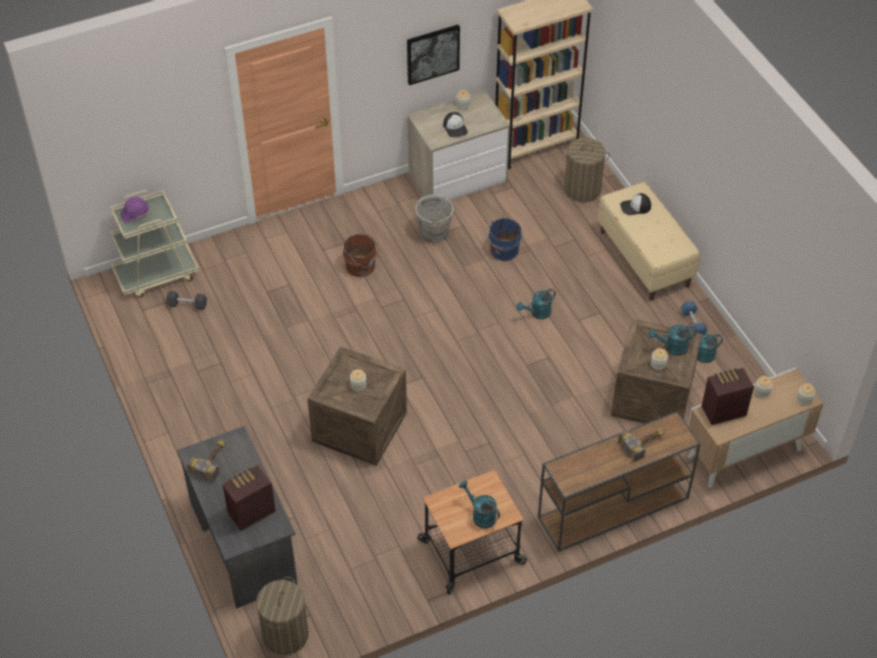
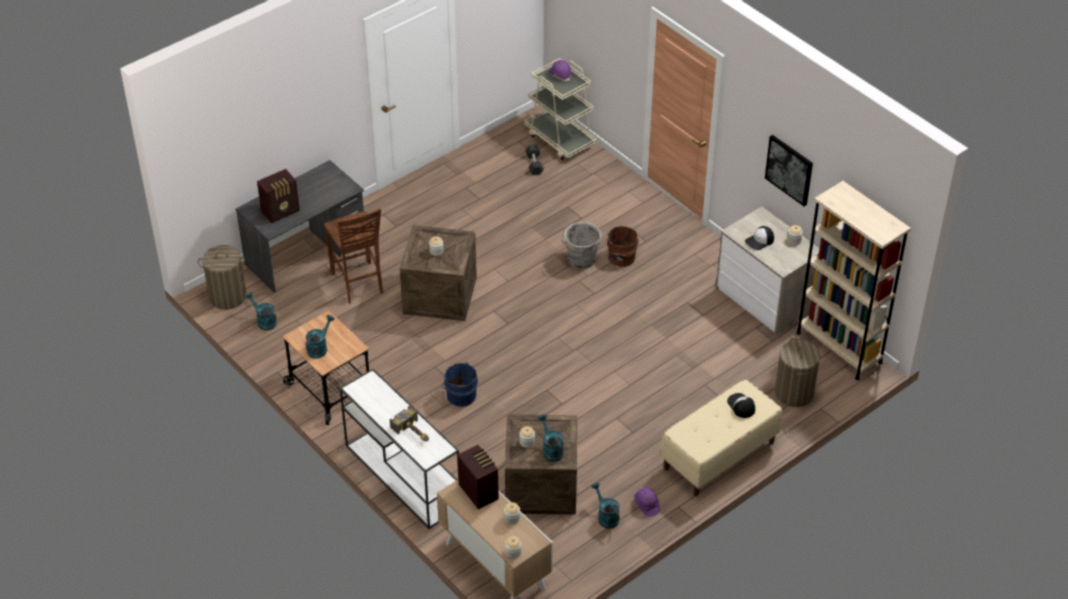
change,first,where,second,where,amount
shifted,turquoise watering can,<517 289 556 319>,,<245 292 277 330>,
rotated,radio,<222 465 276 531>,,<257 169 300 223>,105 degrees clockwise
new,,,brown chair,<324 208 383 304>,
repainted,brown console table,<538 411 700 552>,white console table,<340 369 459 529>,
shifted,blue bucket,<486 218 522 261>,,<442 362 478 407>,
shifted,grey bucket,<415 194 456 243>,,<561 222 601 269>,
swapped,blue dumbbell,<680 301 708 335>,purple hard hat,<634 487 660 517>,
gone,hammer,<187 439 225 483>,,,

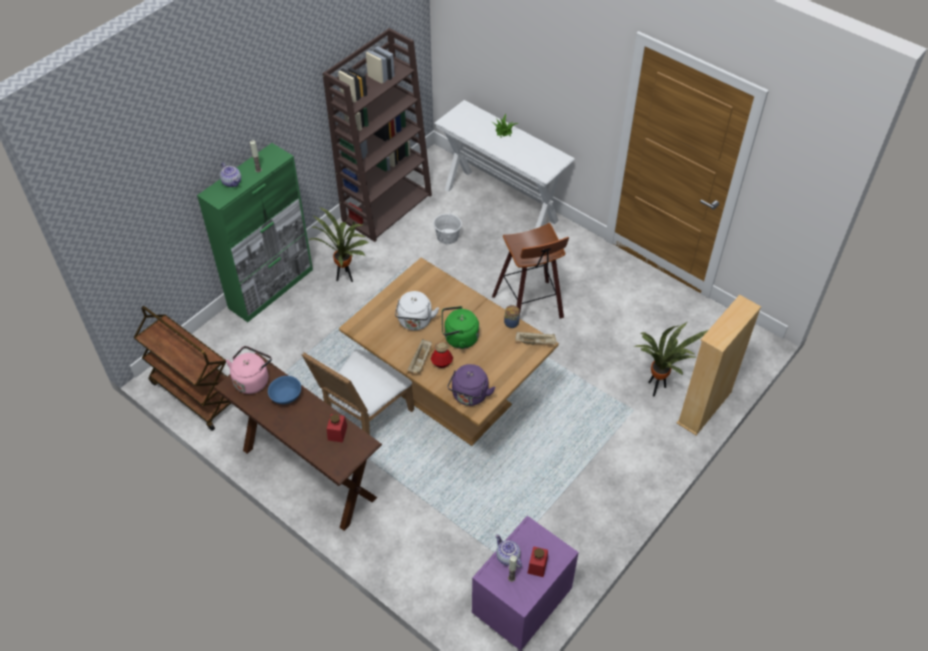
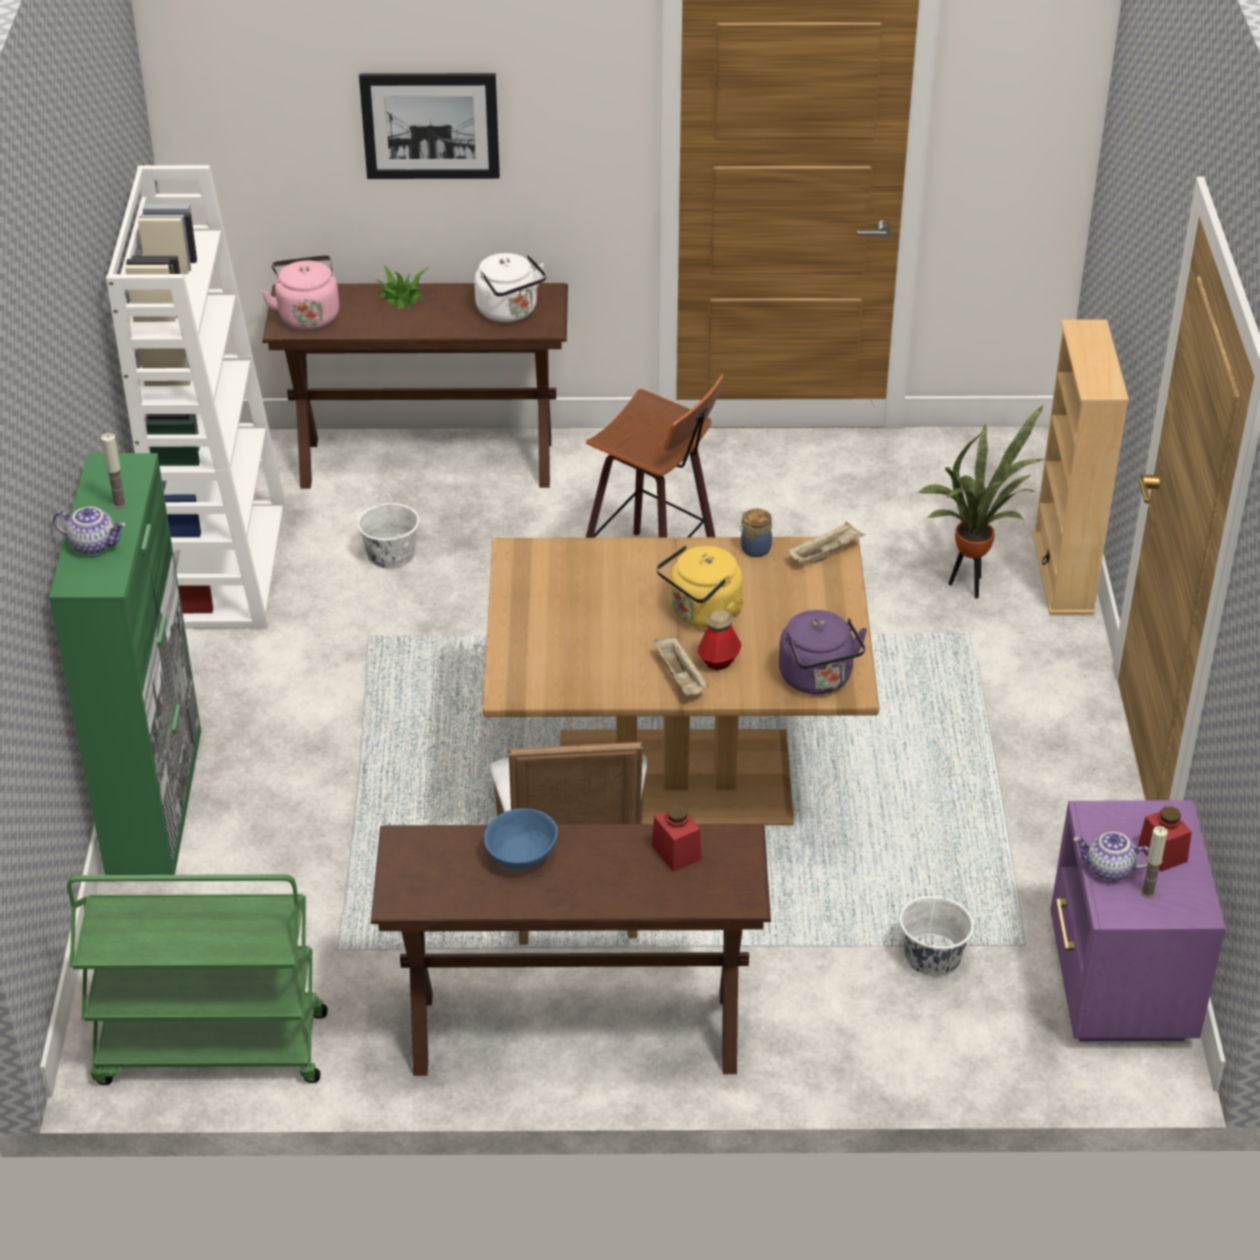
change,first,where,second,where,amount
repainted,brown cart,<134 306 231 431>,green cart,<67 874 328 1085>,
repainted,brown bookcase,<323 28 432 242>,white bookcase,<106 165 287 629>,
shifted,pink kettle,<226 346 272 394>,,<261 255 339 330>,
repainted,white console table,<434 100 575 229>,brown console table,<262 283 568 489>,
new,,,picture,<359 73 500 179>,
shifted,white kettle,<395 291 439 330>,,<475 253 547 322>,
repainted,green kettle,<442 306 479 349>,yellow kettle,<656 545 744 628>,
new,,,white bucket,<899 887 974 976>,
gone,potted plant,<309 207 368 282>,,,

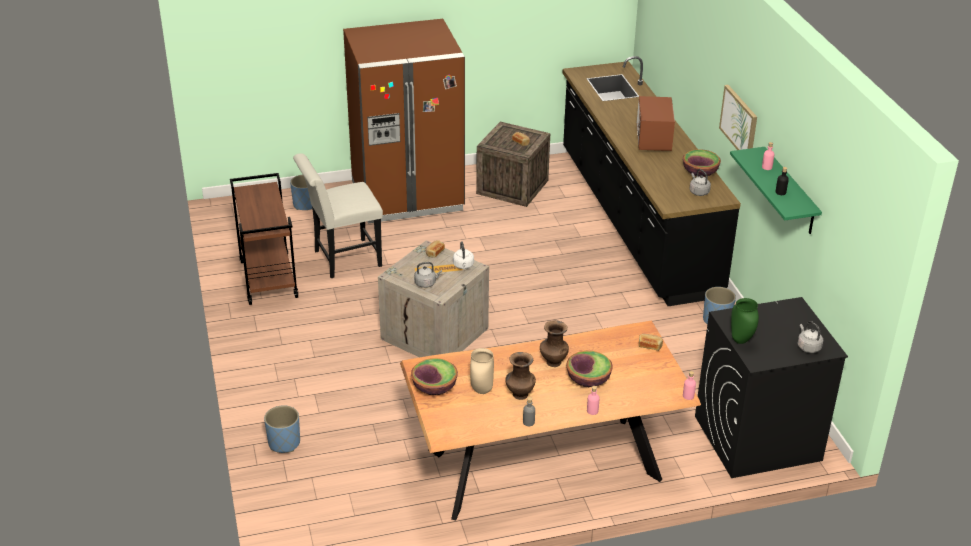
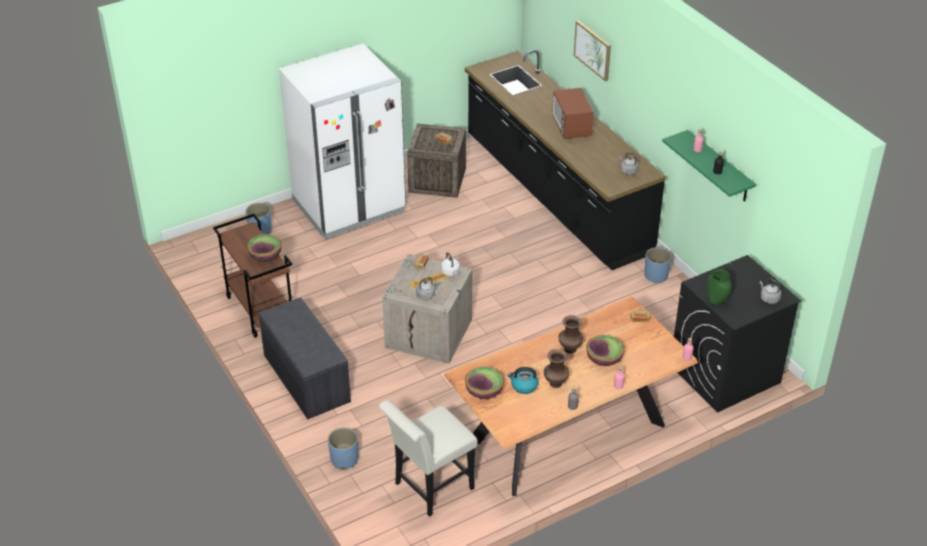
change,first,where,second,where,amount
shifted,bowl,<683 149 721 177>,,<247 234 282 262>,
new,,,grey bench,<259 297 351 419>,
repainted,brown fridge,<343 19 465 223>,white fridge,<279 44 406 239>,
shifted,white chair,<293 153 383 278>,,<379 400 478 517>,
swapped,beige vase,<470 348 494 394>,kettle,<507 367 539 394>,
shifted,picture,<719 85 757 150>,,<574 20 611 82>,

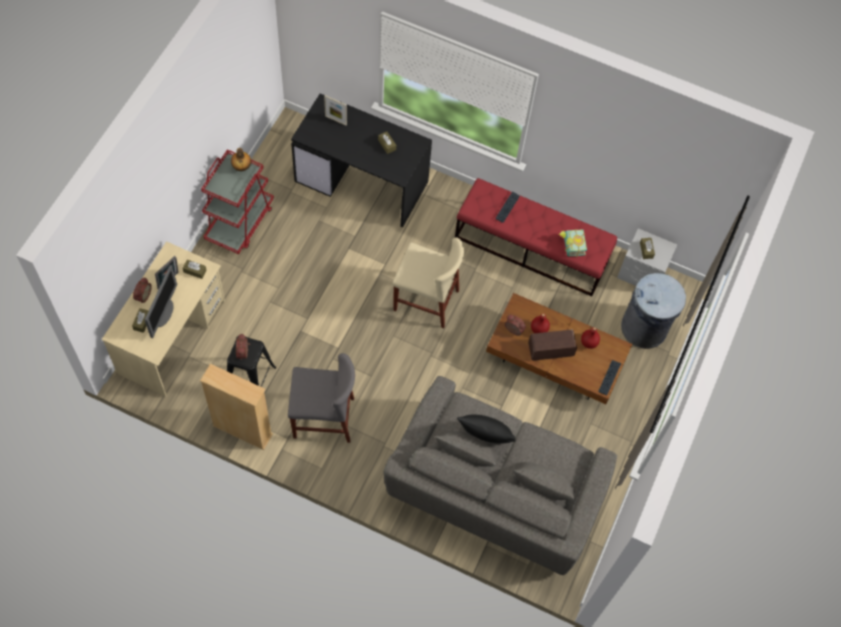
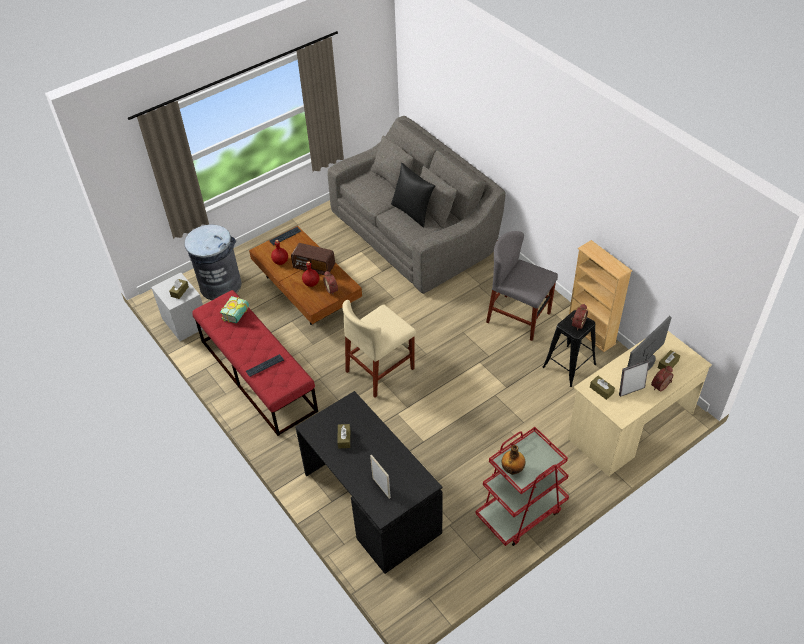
change,first,where,second,where,amount
rotated,beige chair,<392 237 464 328>,,<342 300 416 398>,90 degrees counterclockwise

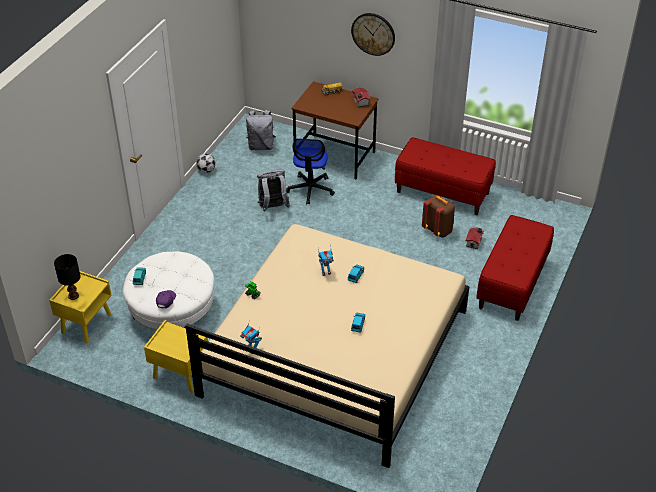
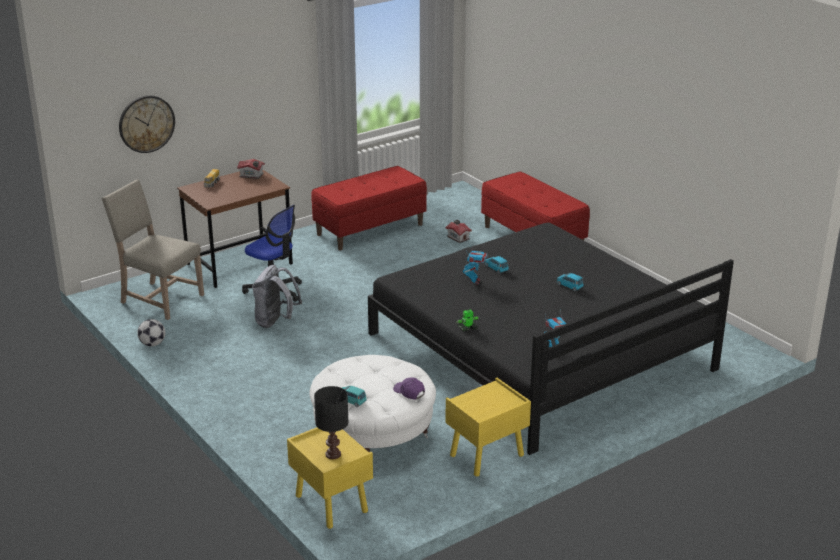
change,first,where,second,where,amount
swapped,grey backpack,<246 110 276 150>,beige chair,<102 179 204 320>,
shifted,wall clock,<351 13 395 56>,,<119 95 175 153>,
repainted,beige bed,<185 224 470 468>,black bed,<368 223 734 455>,
gone,brown backpack,<422 195 455 238>,,,

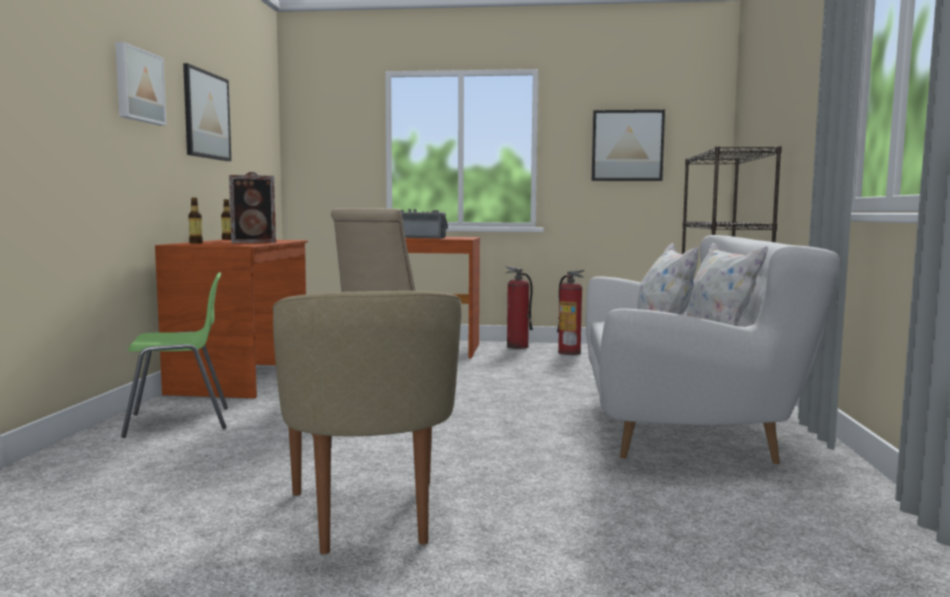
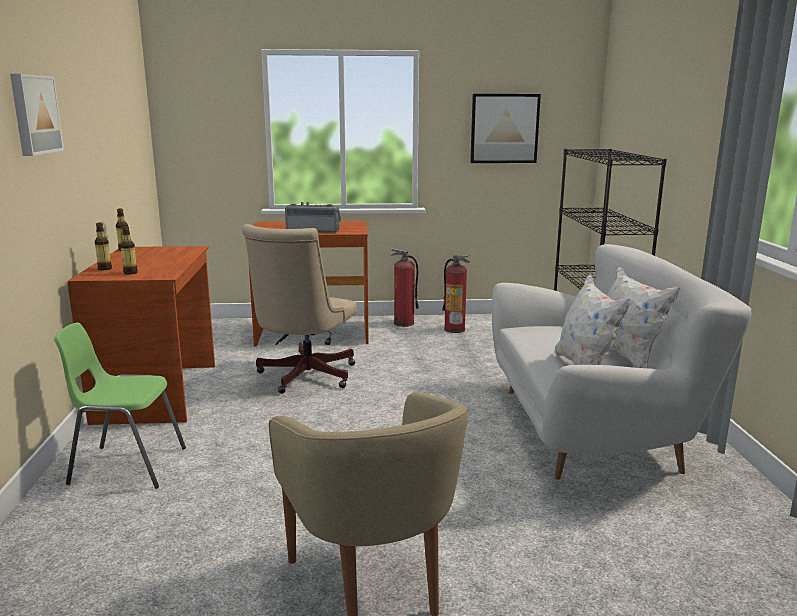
change,first,where,second,where,amount
rotated,green chair,<121 272 228 438>,,<54 322 186 489>,150 degrees counterclockwise
new,,,bottle,<121 226 138 275>,
gone,picture,<183 63 231 161>,,,
gone,speaker,<229 172 276 243>,,,

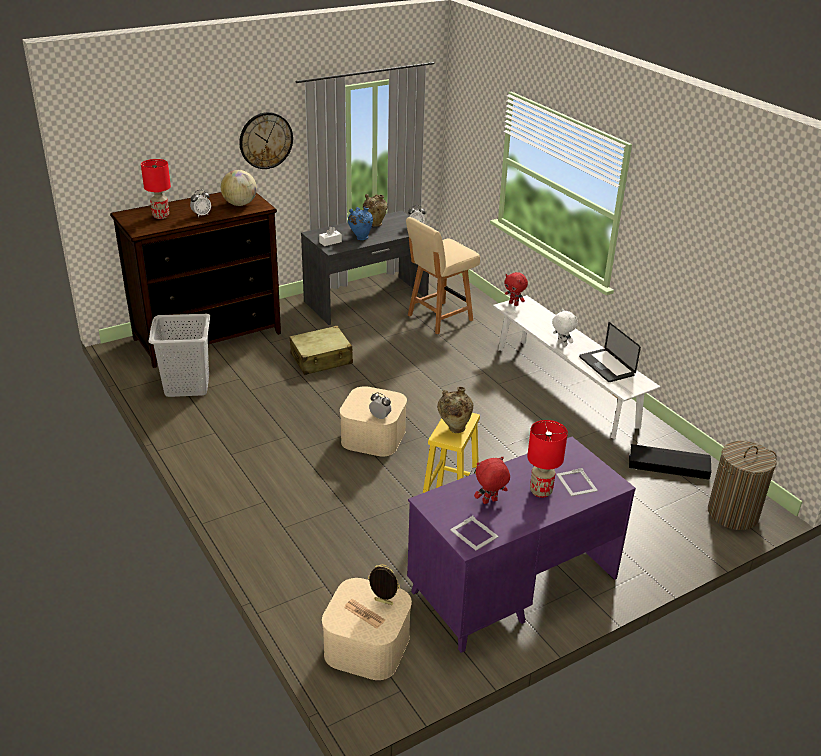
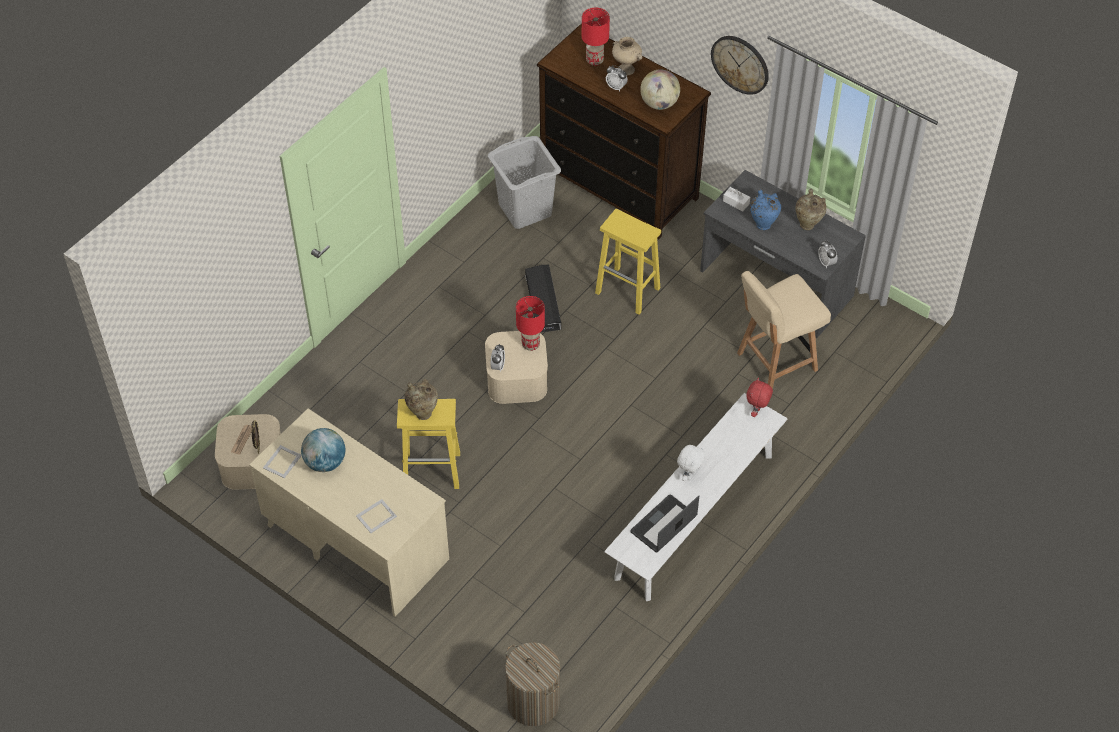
change,first,where,second,where,amount
repainted,purple desk,<407 437 636 653>,beige desk,<249 408 449 617>,
swapped,red plush toy,<474 456 510 504>,globe,<301 428 345 472>,
shifted,red table lamp,<527 420 568 498>,,<516 296 545 351>,
shifted,black storage box,<629 444 711 480>,,<525 265 561 332>,
swapped,beige suitcase,<289 326 353 375>,yellow stool,<595 209 661 315>,
new,,,beige vase,<612 37 643 75>,
rotated,beige chair,<406 217 480 334>,,<737 271 831 389>,60 degrees counterclockwise

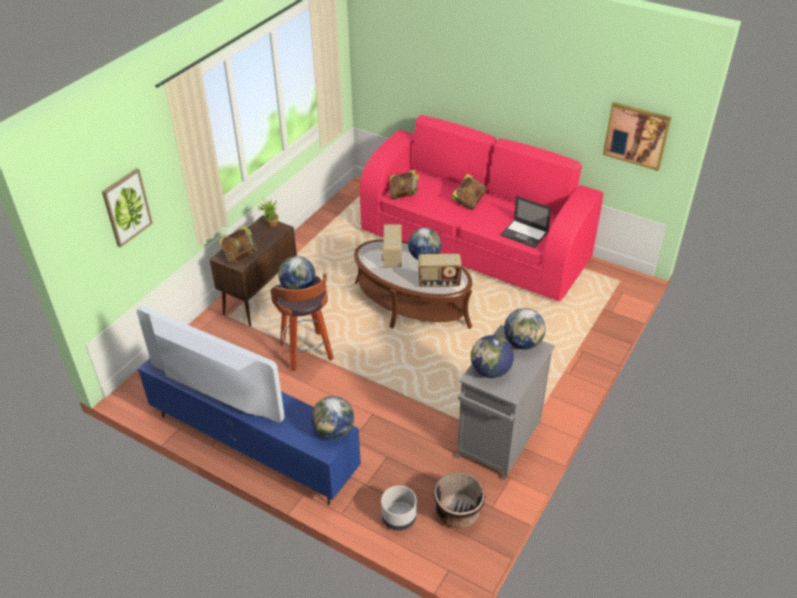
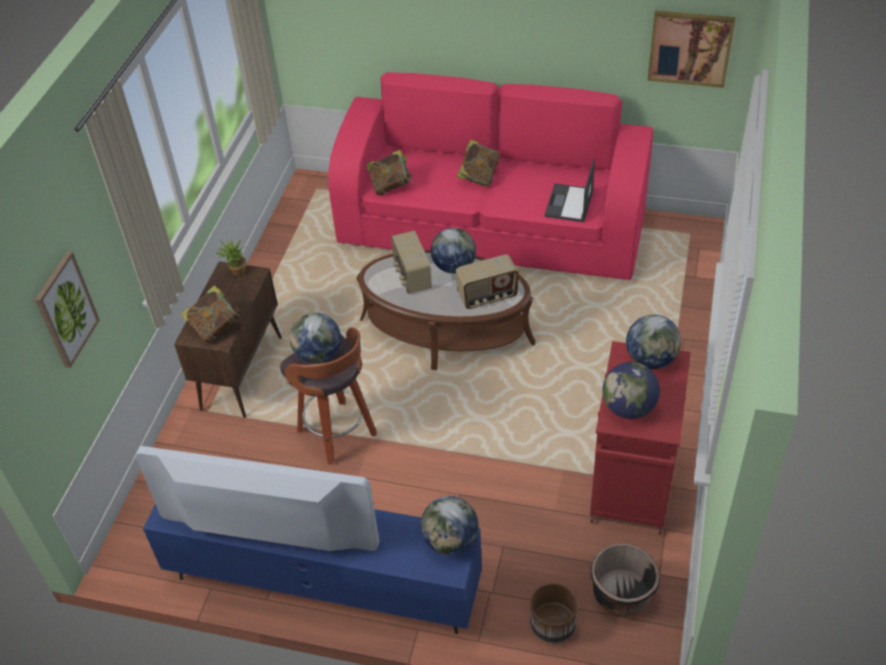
change,first,where,second,where,amount
repainted,grey planter,<381 486 417 531>,brown planter,<530 583 578 643>,
rotated,laptop,<501 196 551 248>,,<544 158 595 222>,90 degrees clockwise
repainted,grey cabinet,<457 325 555 480>,red cabinet,<590 341 691 535>,

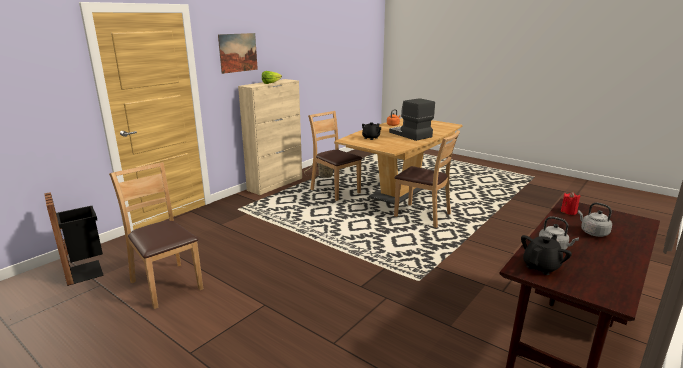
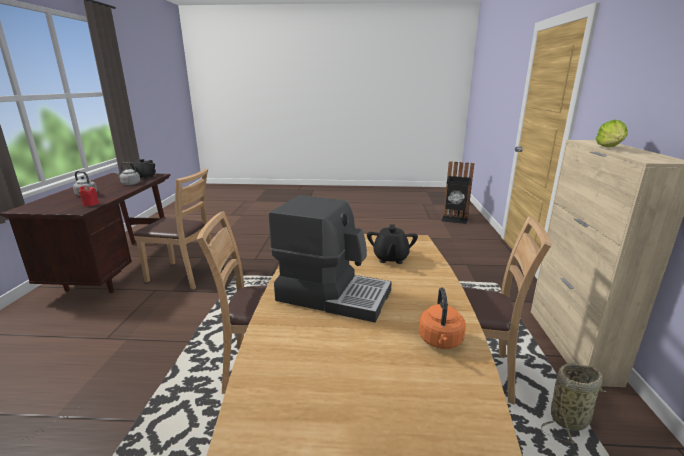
change,first,where,second,where,amount
shifted,brown chair,<109 162 203 309>,,<133 169 212 290>,
gone,picture,<218 33 258 74>,,,

